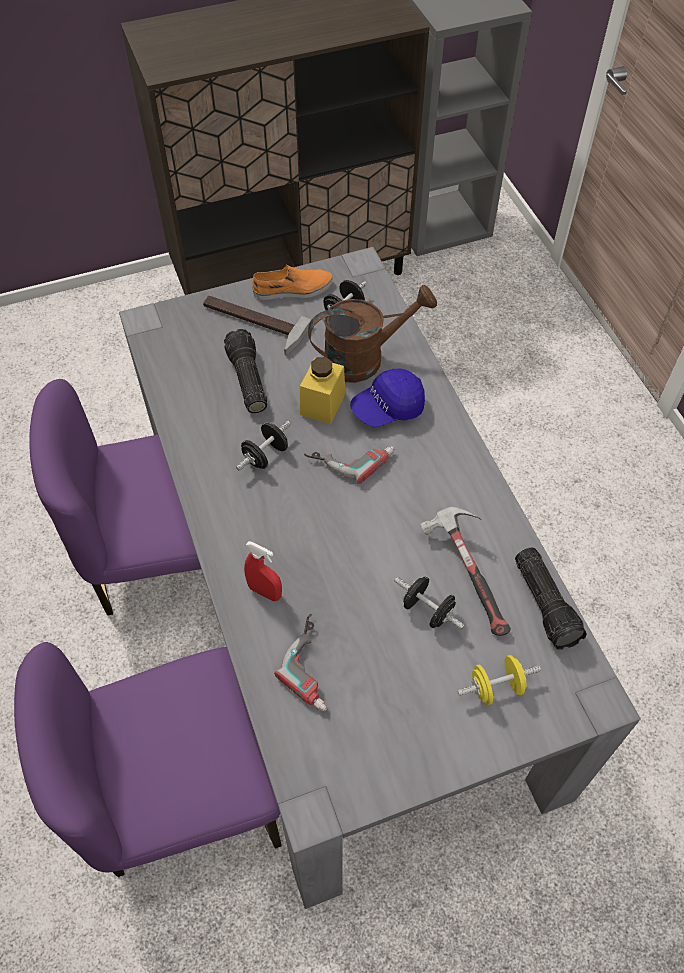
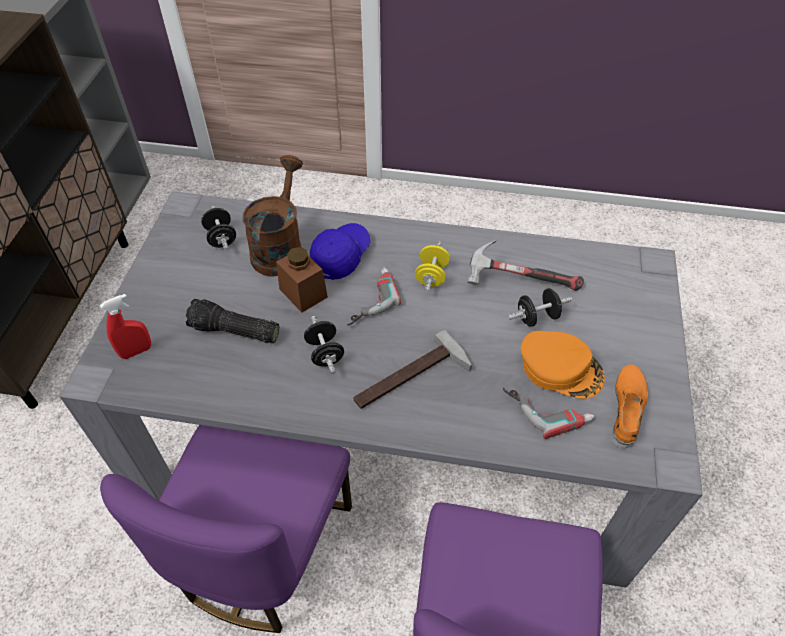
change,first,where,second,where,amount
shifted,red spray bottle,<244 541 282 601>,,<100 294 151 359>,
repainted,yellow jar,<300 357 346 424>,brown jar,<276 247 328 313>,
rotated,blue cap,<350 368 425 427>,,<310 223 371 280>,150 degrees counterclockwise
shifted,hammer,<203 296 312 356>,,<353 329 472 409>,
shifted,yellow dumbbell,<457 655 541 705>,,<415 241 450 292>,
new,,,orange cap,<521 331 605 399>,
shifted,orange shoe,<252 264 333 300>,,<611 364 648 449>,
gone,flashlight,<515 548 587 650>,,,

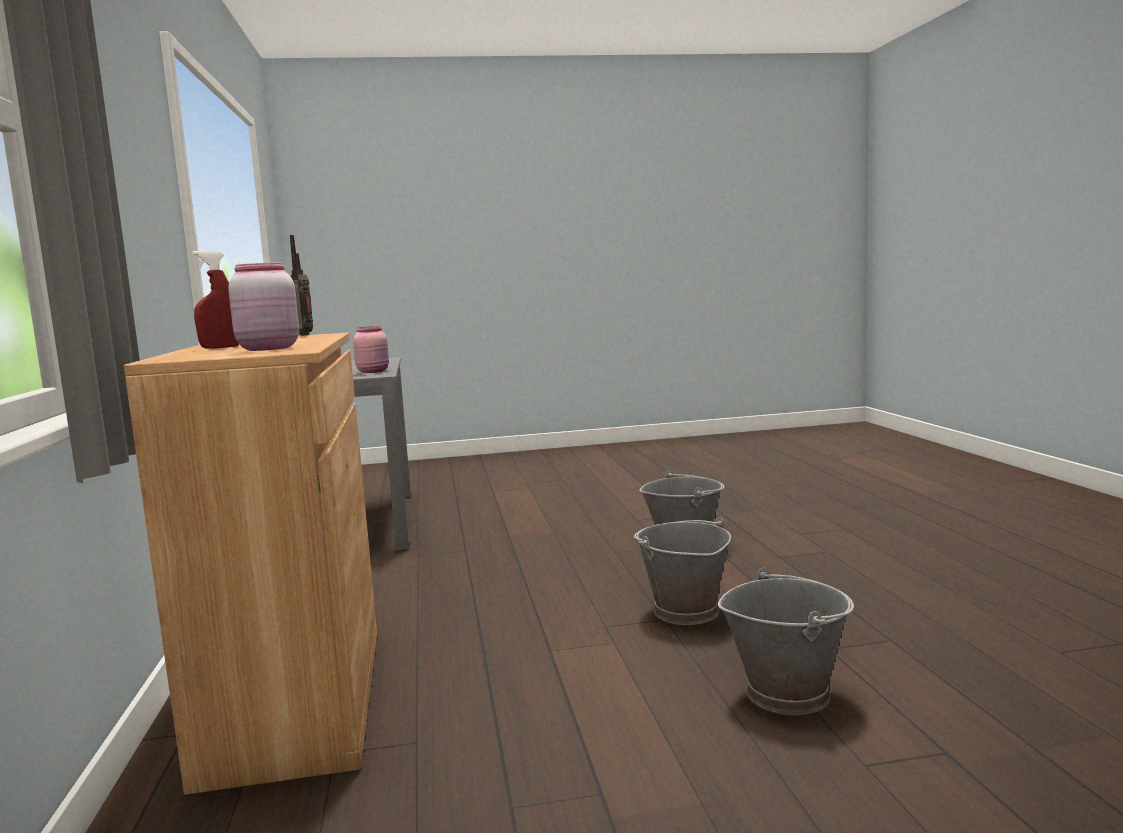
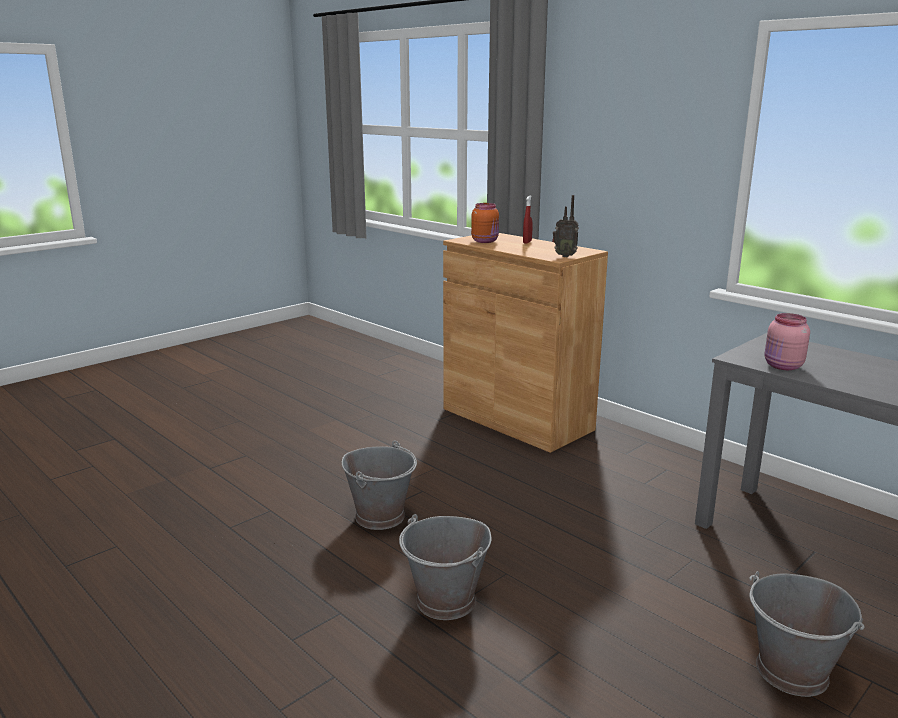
change,first,where,second,where,amount
repainted,pink jar,<228 263 299 351>,orange jar,<471 203 499 243>,
shifted,grey bucket,<718 568 854 715>,,<749 571 865 697>,

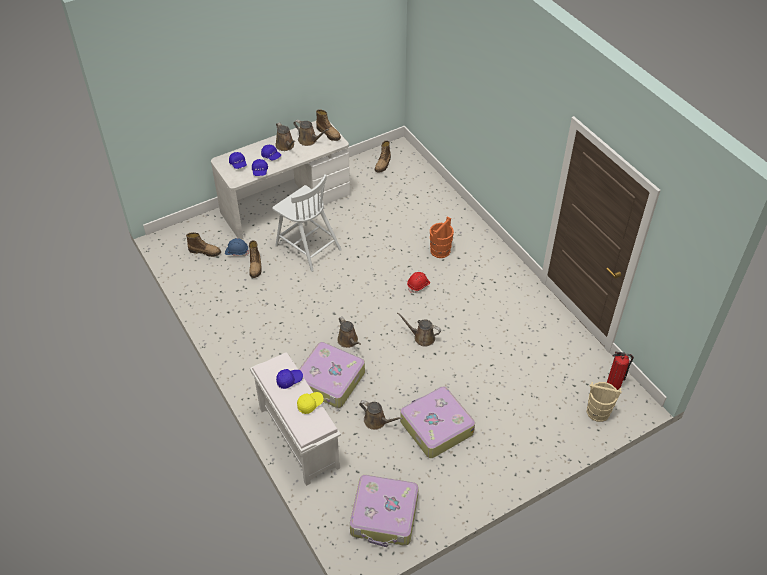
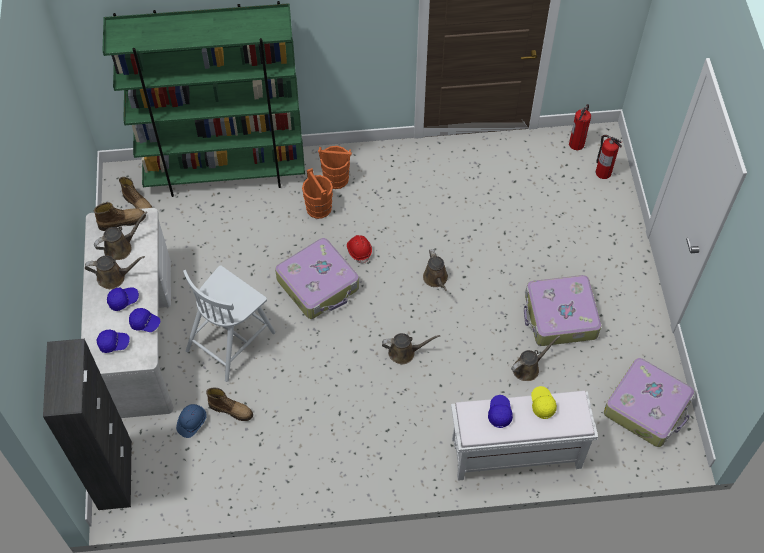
change,first,where,second,where,amount
new,,,black cabinet,<43 339 132 510>,
new,,,green bookcase,<102 1 305 197>,
rotated,white chair,<272 174 342 272>,,<183 265 275 382>,150 degrees clockwise
shifted,suitcase,<299 342 365 408>,,<275 238 359 319>,
new,,,orange bucket,<318 146 352 189>,
rotated,brown watering can,<397 313 441 347>,,<423 249 448 291>,60 degrees counterclockwise
swapped,beige bucket,<586 382 622 422>,fire extinguisher,<596 135 622 179>,
gone,boot,<186 232 221 257>,,,

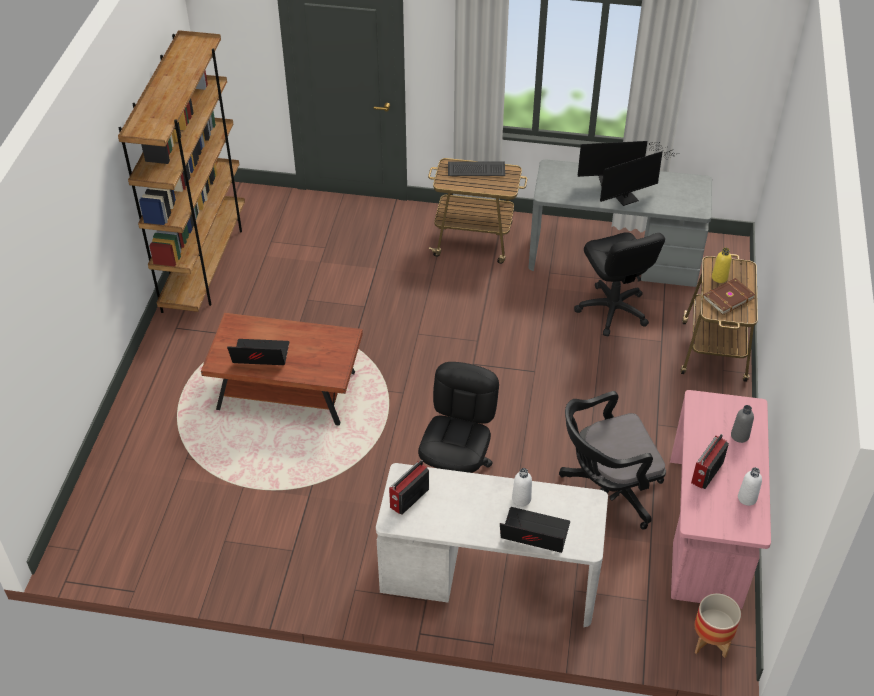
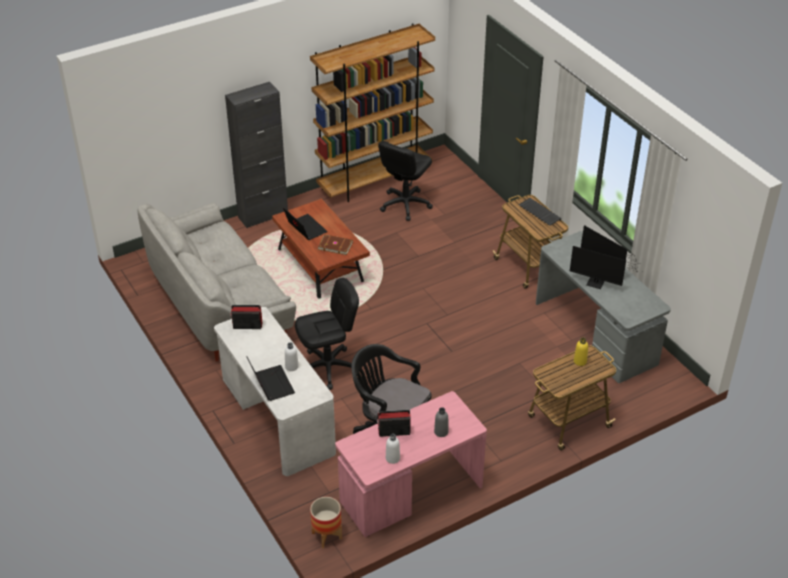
change,first,where,second,where,amount
new,,,grey sofa,<138 203 296 362>,
new,,,black cabinet,<225 82 288 228>,
shifted,brown book,<702 278 756 315>,,<318 234 353 255>,
shifted,black office chair,<574 232 665 336>,,<378 141 433 221>,

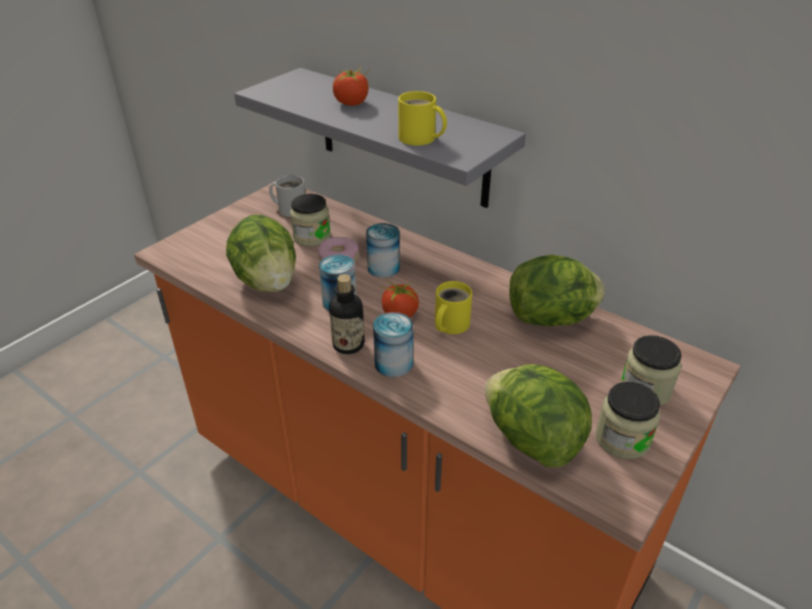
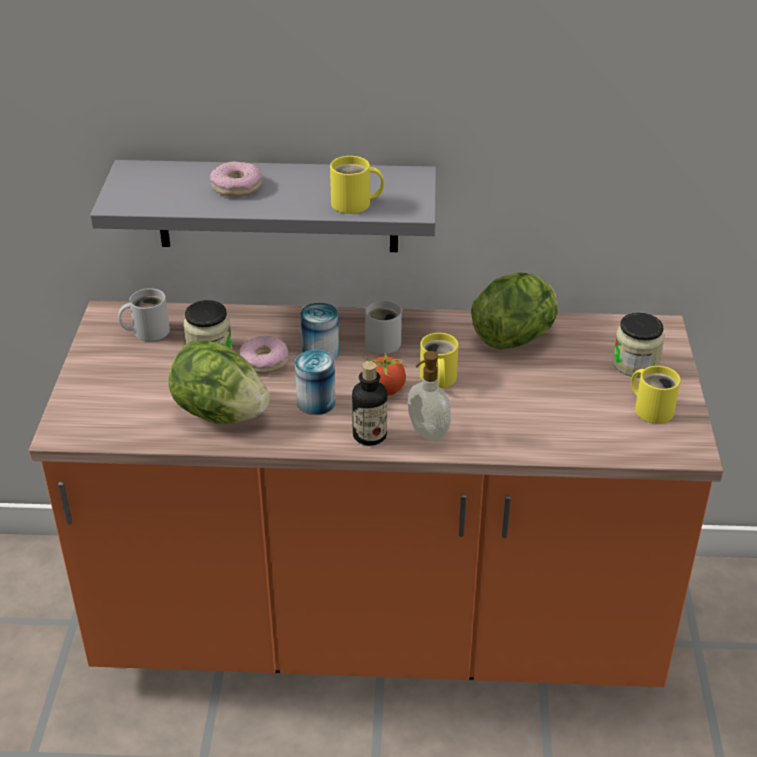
change,first,where,second,where,amount
swapped,tomato,<333 65 370 106>,donut,<210 161 262 197>,
new,,,white mug,<365 300 402 354>,
swapped,can,<373 312 413 377>,soap dispenser,<408 351 451 442>,
swapped,jar,<595 382 660 459>,yellow mug,<631 366 681 423>,
gone,lettuce,<485 364 592 467>,,,

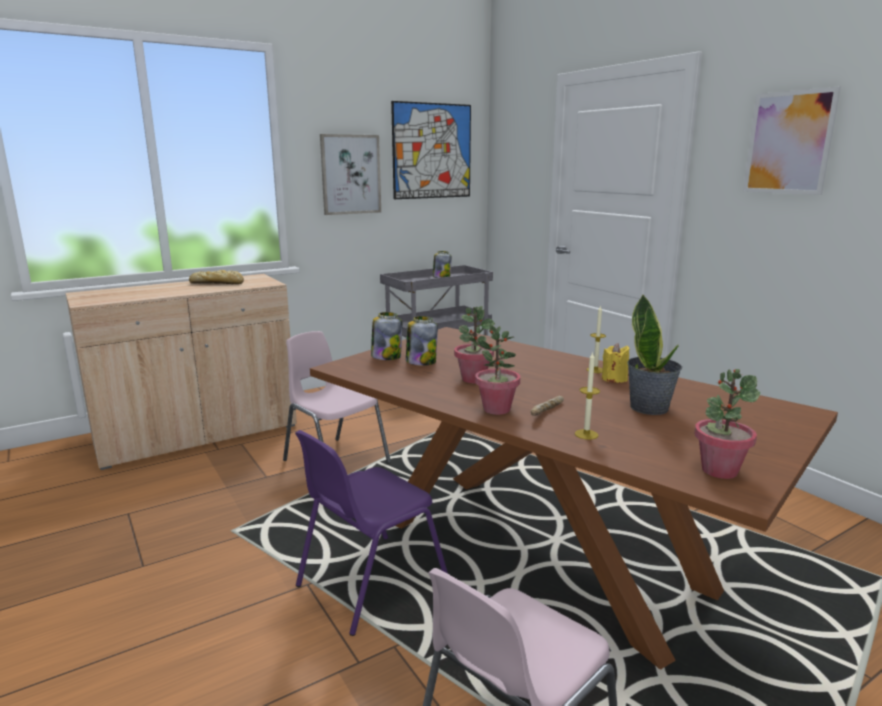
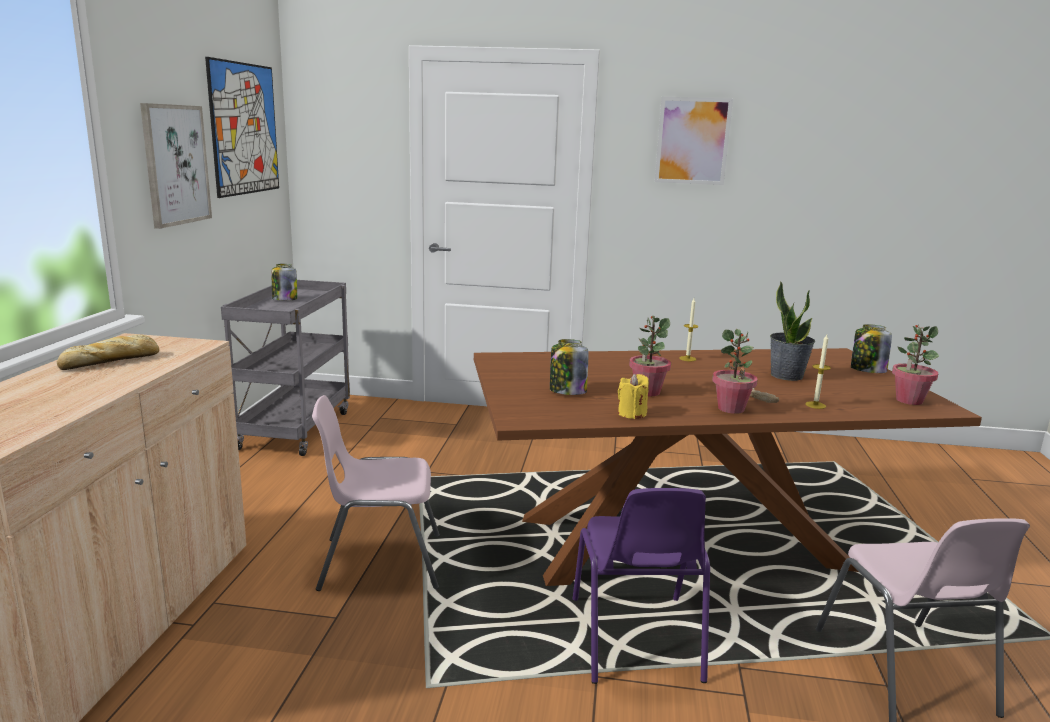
change,first,where,second,where,amount
shifted,yellow candle,<602 343 629 383>,,<618 374 649 419>,
shifted,jar,<371 312 402 360>,,<851 324 892 373>,

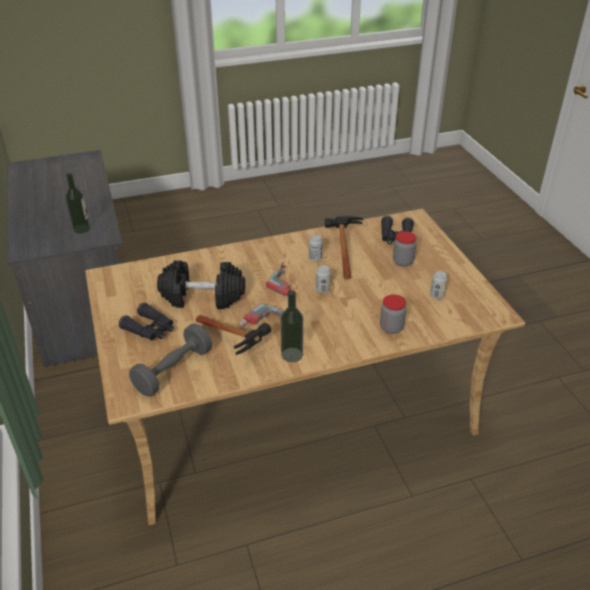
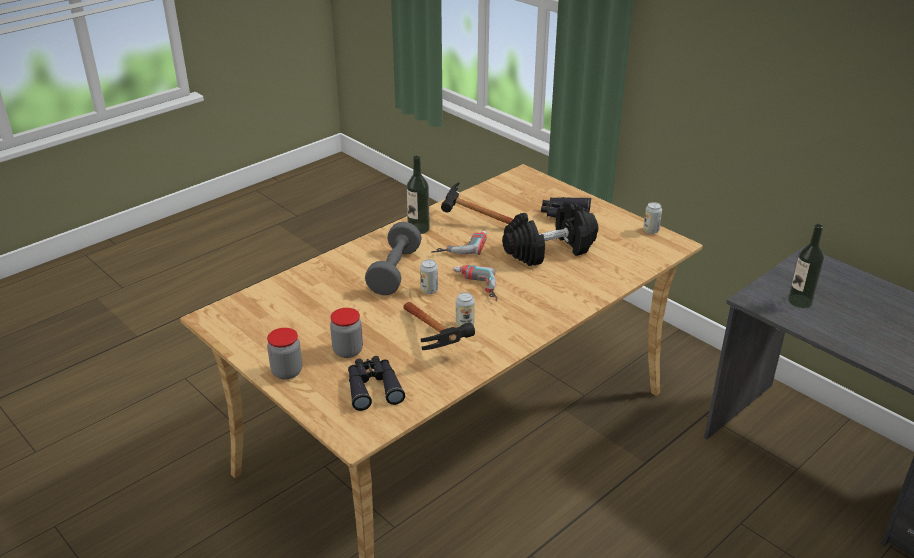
change,first,where,second,where,amount
shifted,jar,<380 294 406 334>,,<267 328 302 380>,
shifted,grey dumbbell,<129 324 212 396>,,<365 222 422 295>,
shifted,can,<430 271 448 299>,,<643 202 662 234>,

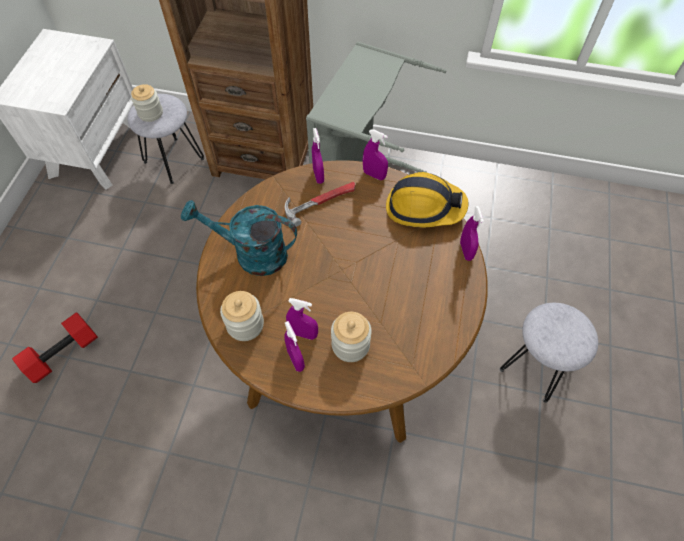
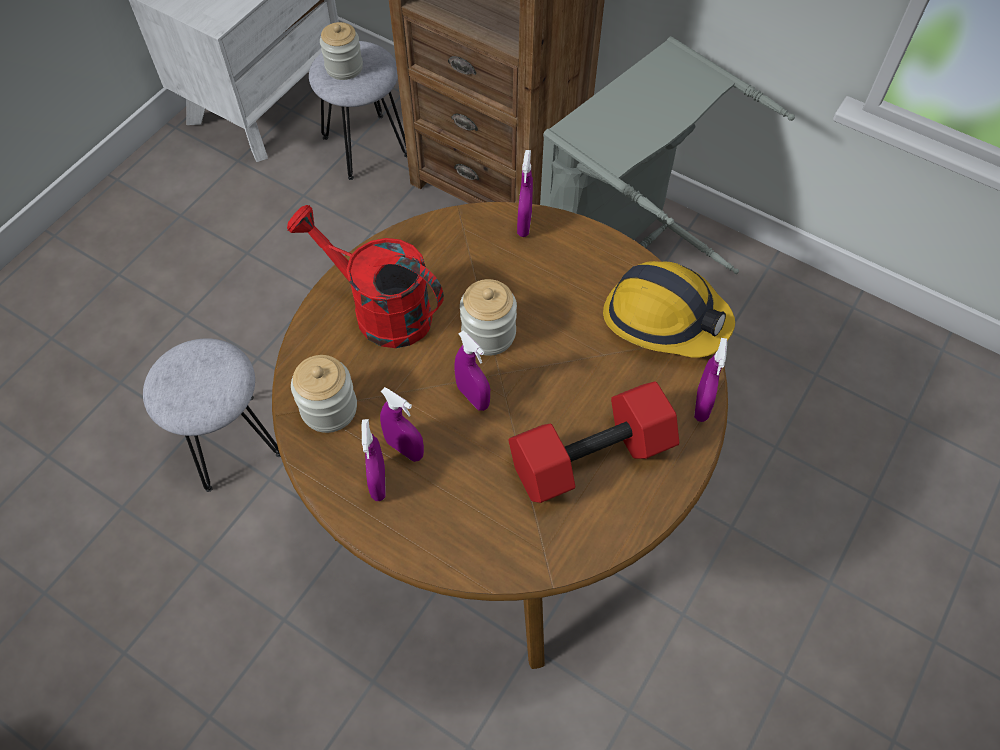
change,first,where,second,where,amount
shifted,grey stool,<499 303 598 403>,,<143 338 281 492>,
repainted,turquoise watering can,<181 200 297 276>,red watering can,<287 205 444 348>,
shifted,purple spray bottle,<363 129 388 180>,,<455 331 490 411>,
shifted,jar,<331 312 372 362>,,<460 279 517 356>,
shifted,red dumbbell,<12 312 98 383>,,<508 382 679 503>,
gone,hammer,<285 182 355 227>,,,

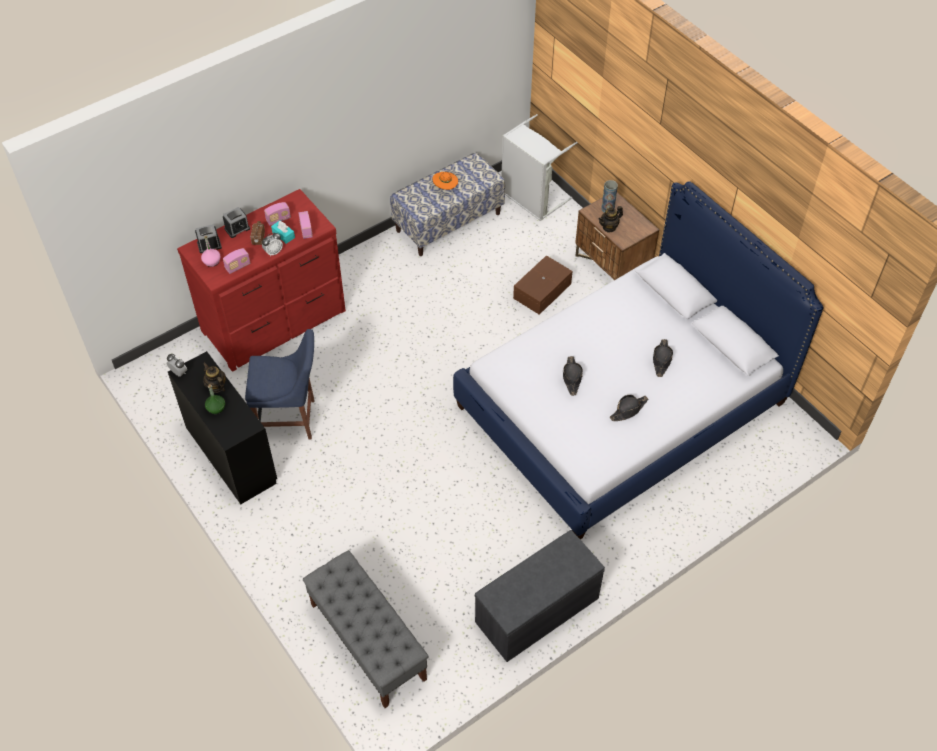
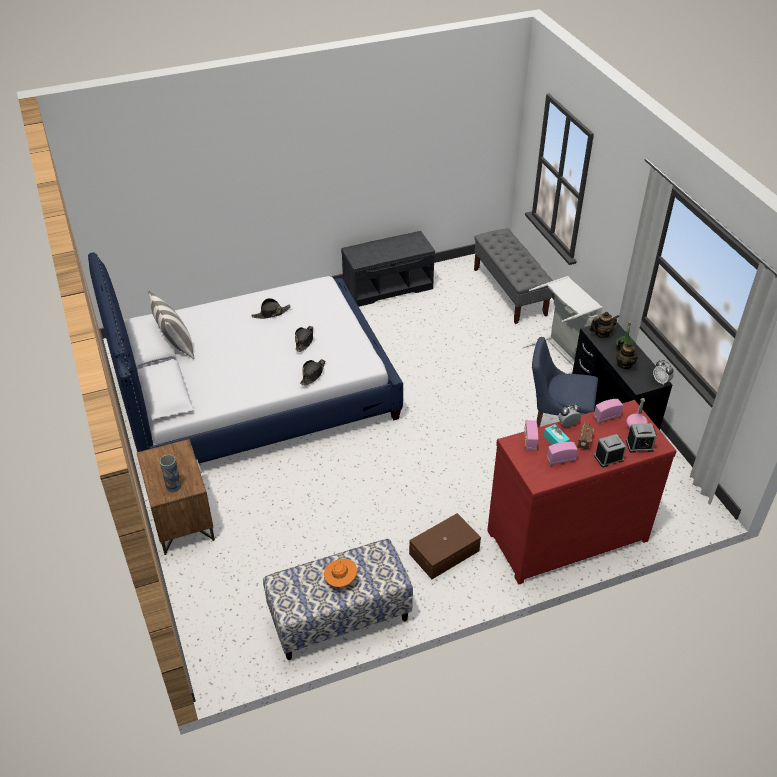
change,first,where,second,where,amount
new,,,pillow,<148 291 194 359>,
shifted,black hat,<653 339 673 377>,,<300 359 326 386>,
shifted,brown storage box,<513 255 573 315>,,<409 513 481 579>,
shifted,grey laundry basket,<502 114 578 221>,,<522 276 603 374>,
shifted,teapot,<599 206 623 233>,,<589 312 619 338>,

